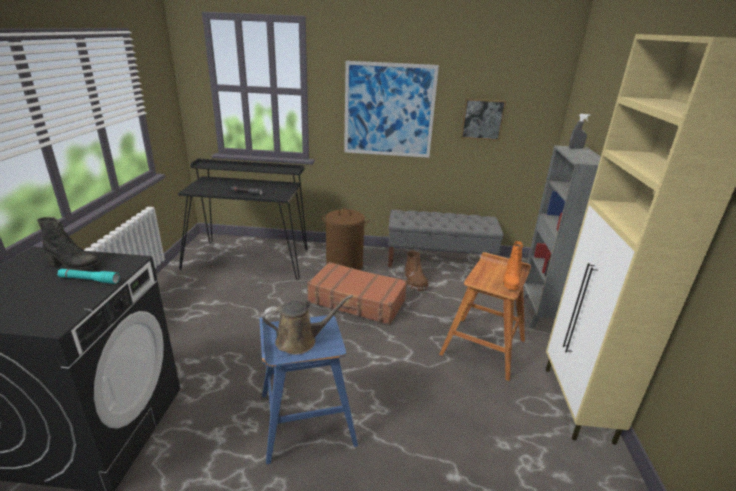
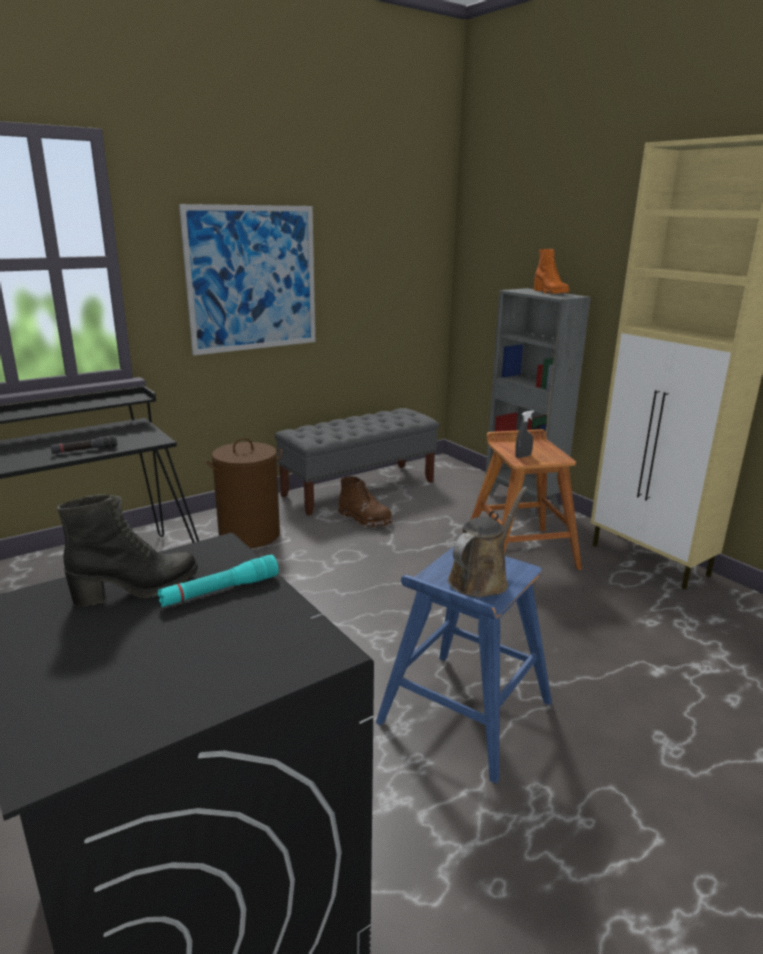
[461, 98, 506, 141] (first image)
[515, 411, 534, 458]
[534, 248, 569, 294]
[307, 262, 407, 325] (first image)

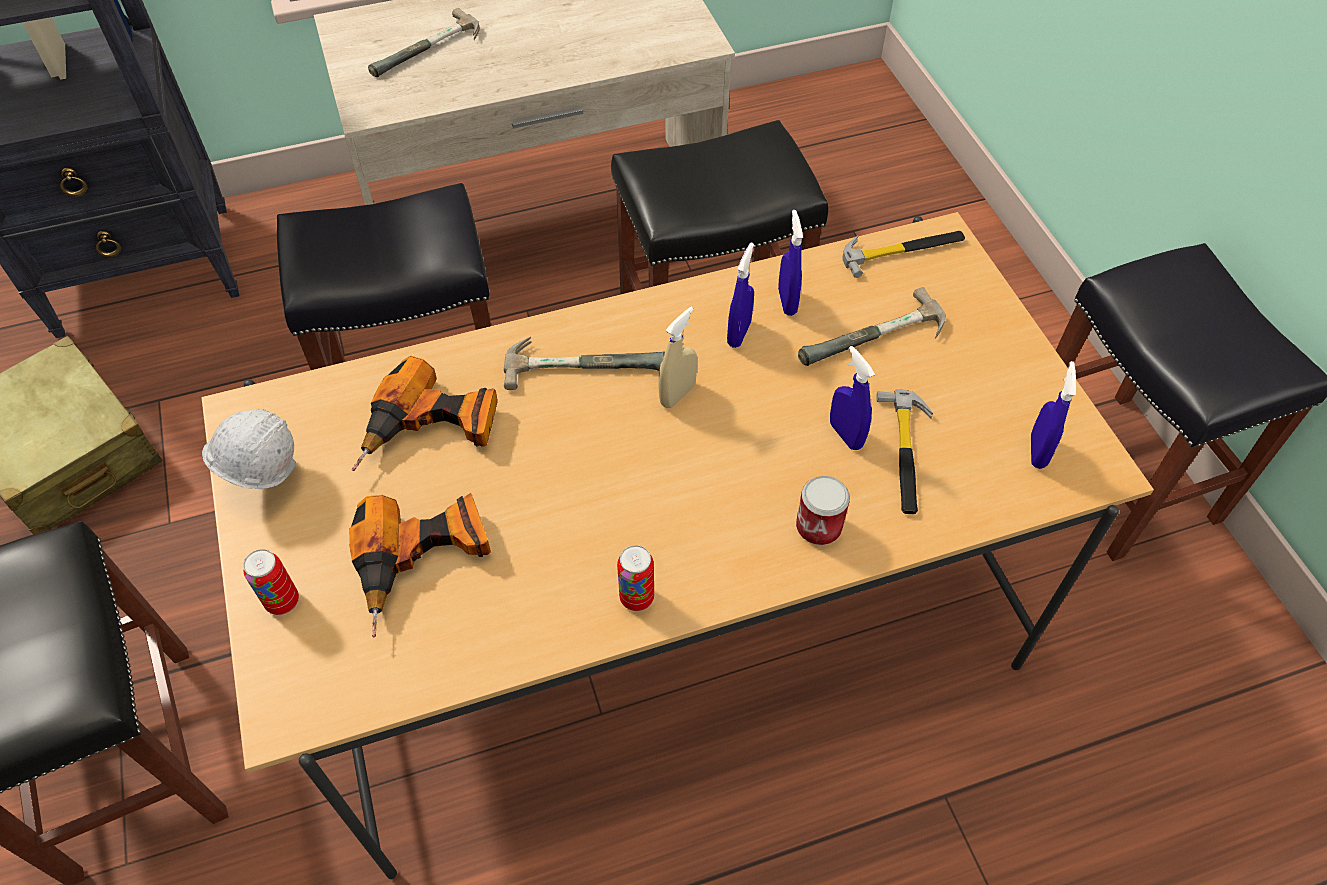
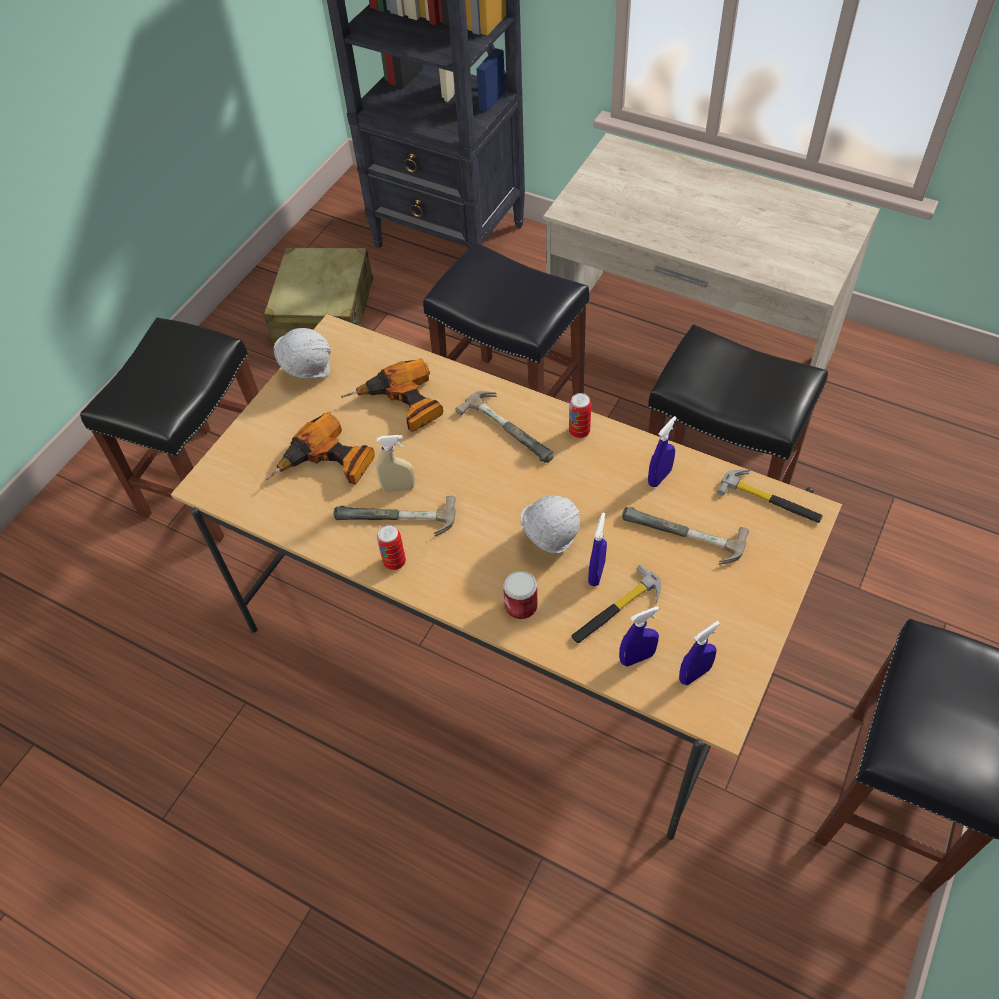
[333, 496, 456, 537]
[619, 606, 659, 667]
[376, 435, 415, 492]
[569, 393, 591, 438]
[520, 495, 580, 553]

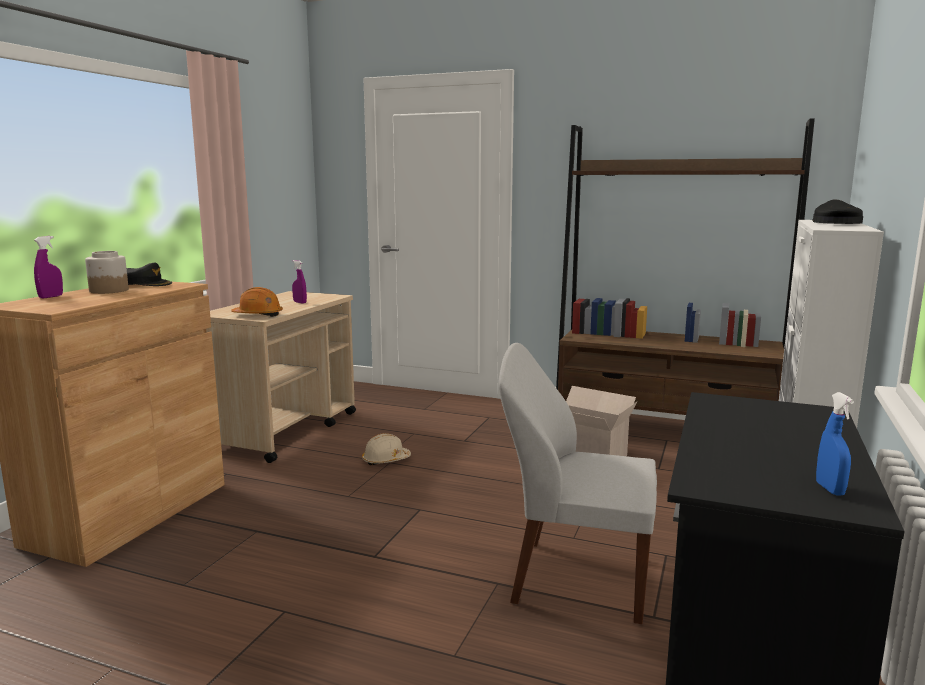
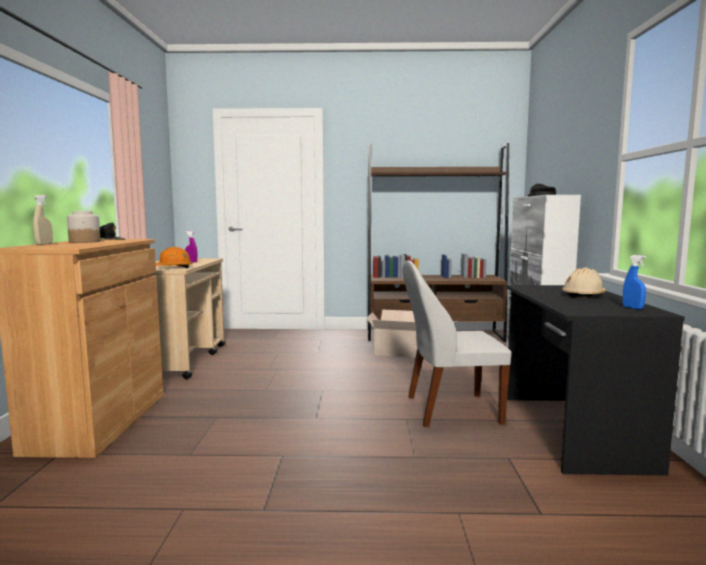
[33, 195, 53, 245]
[562, 267, 606, 298]

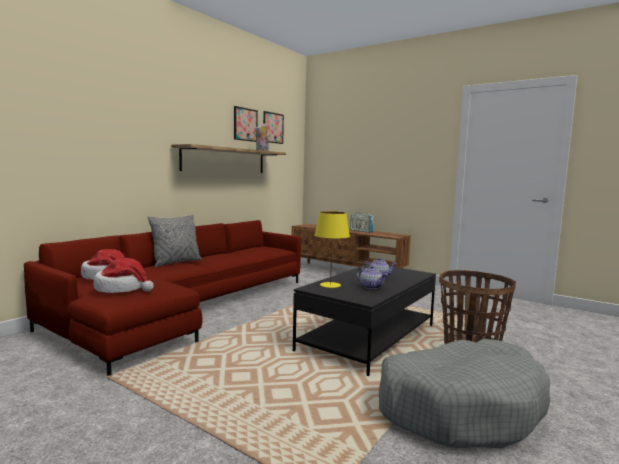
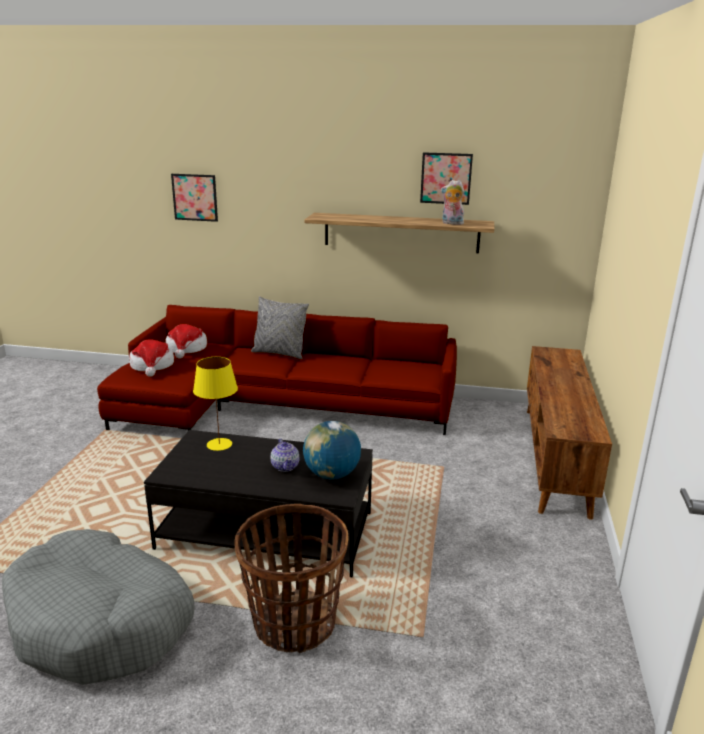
[171, 174, 218, 222]
[350, 212, 374, 233] (first image)
[357, 266, 388, 289] (first image)
[303, 421, 361, 480]

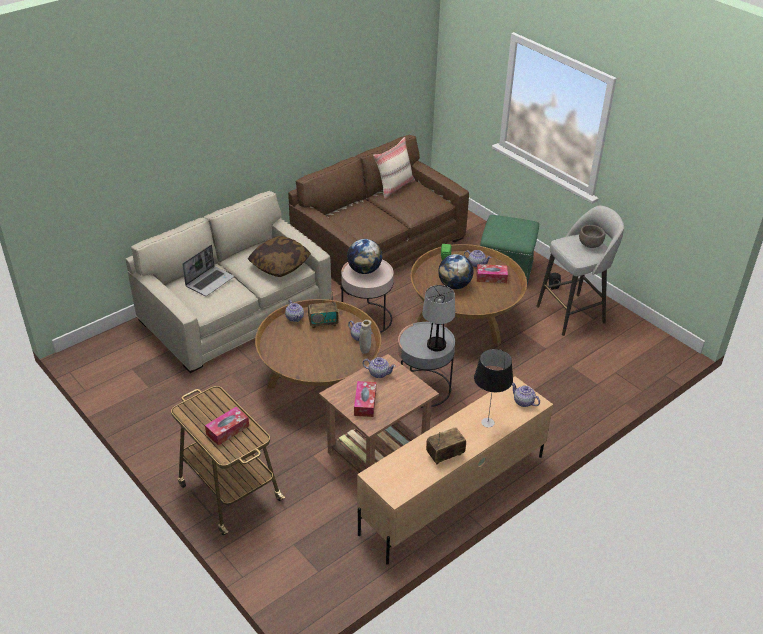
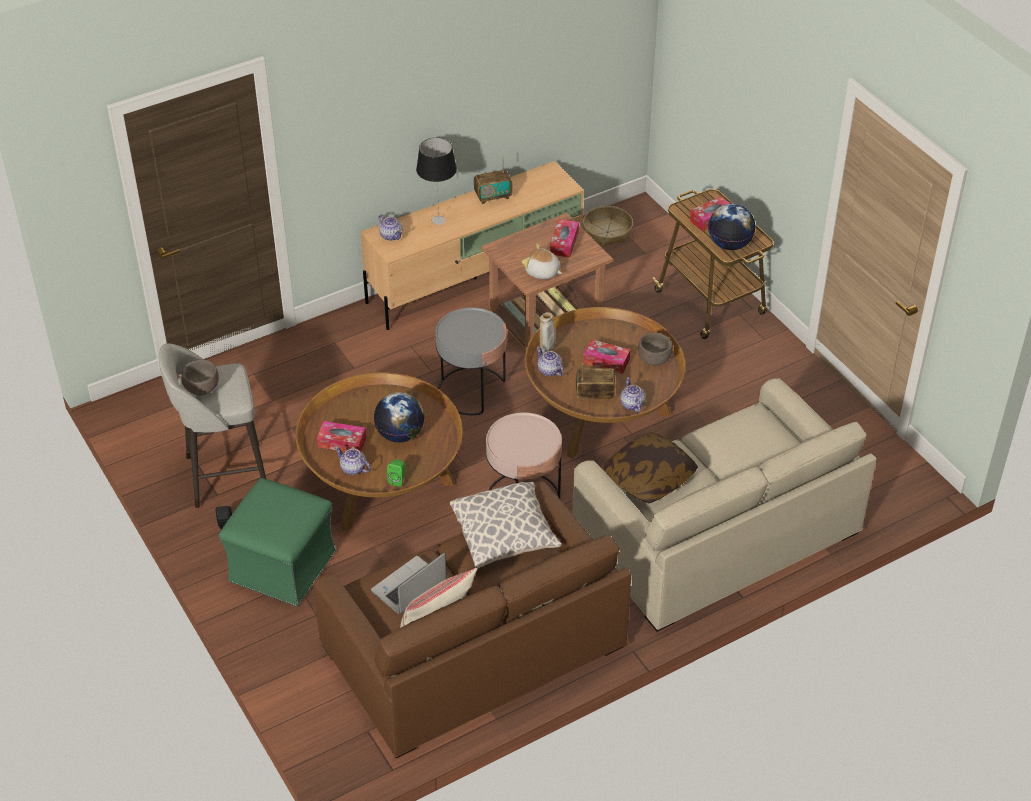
[708, 204, 755, 250]
[371, 552, 447, 614]
[422, 285, 455, 351] (first image)
[522, 244, 562, 279]
[583, 206, 633, 247]
[638, 332, 673, 365]
[583, 339, 630, 374]
[450, 482, 562, 569]

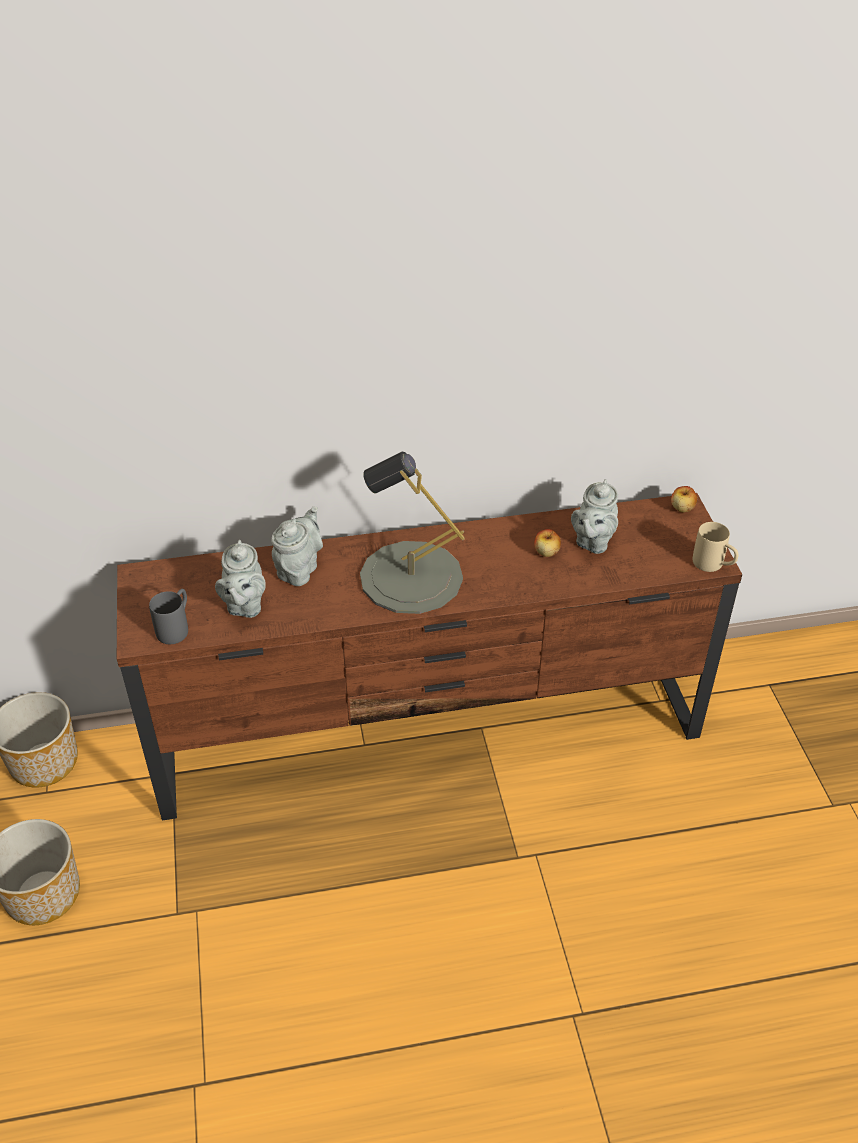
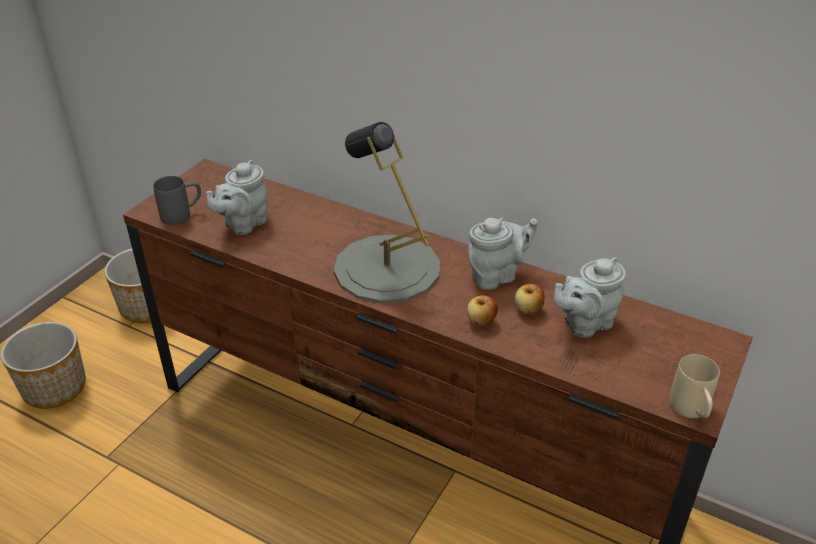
[467, 295, 498, 326]
[468, 218, 537, 290]

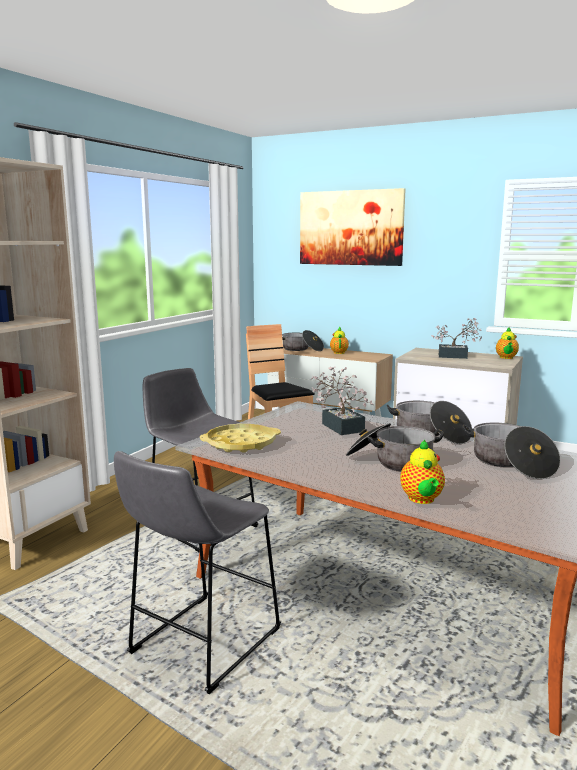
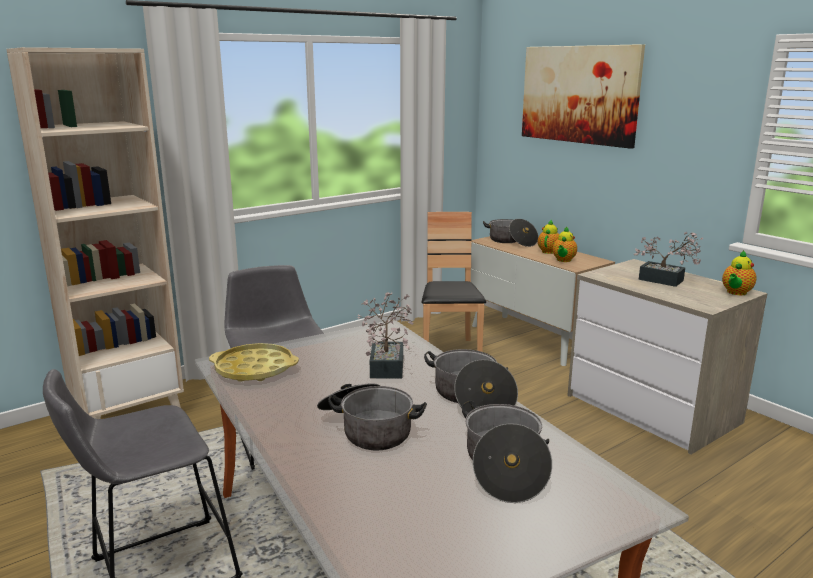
[553, 226, 577, 262]

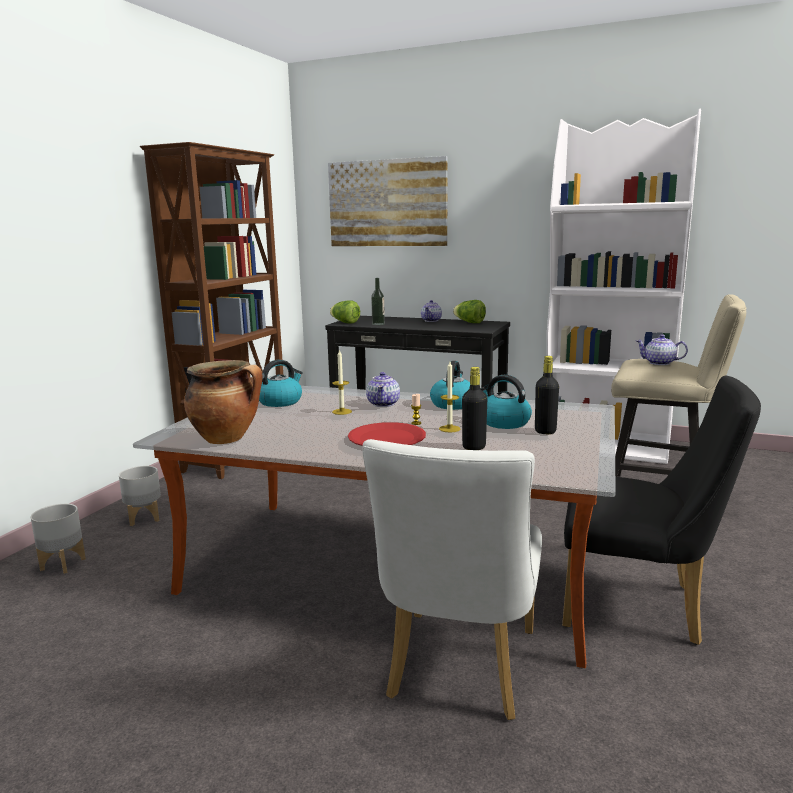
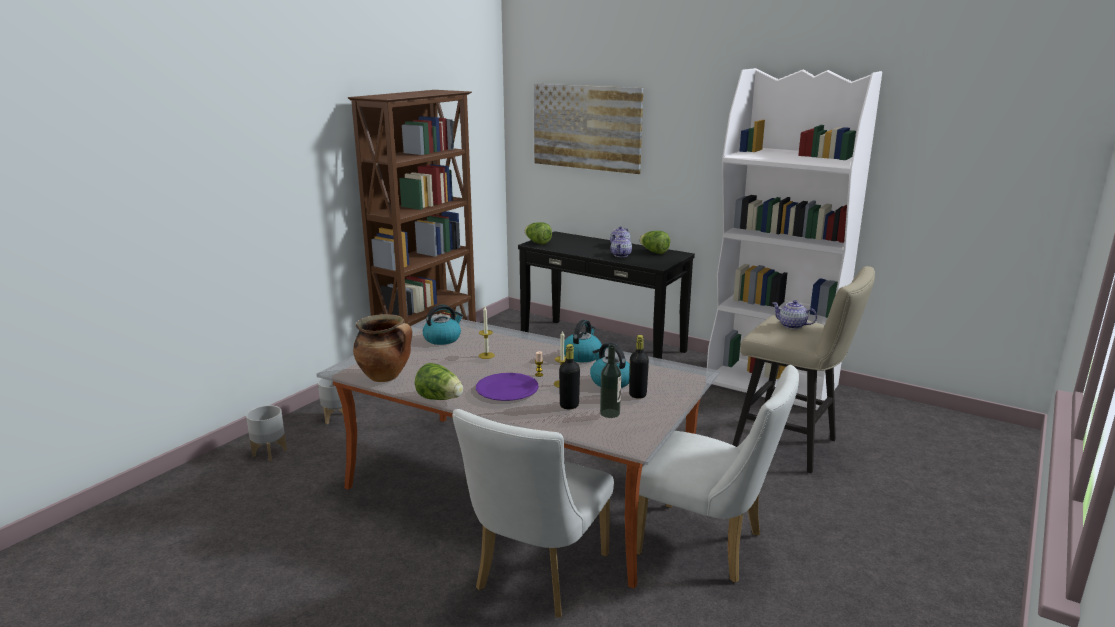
[600, 345, 621, 418]
[611, 235, 632, 257]
[637, 365, 799, 583]
[476, 373, 539, 401]
[415, 363, 463, 400]

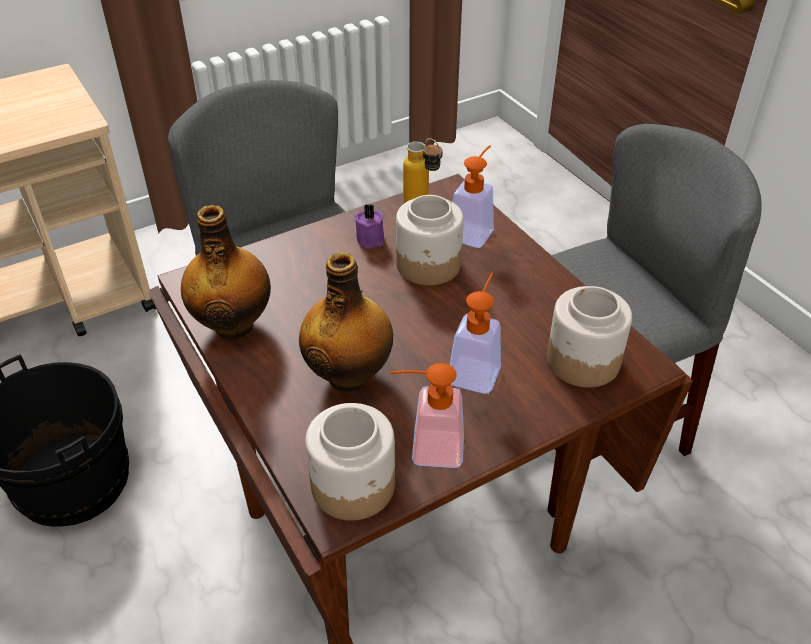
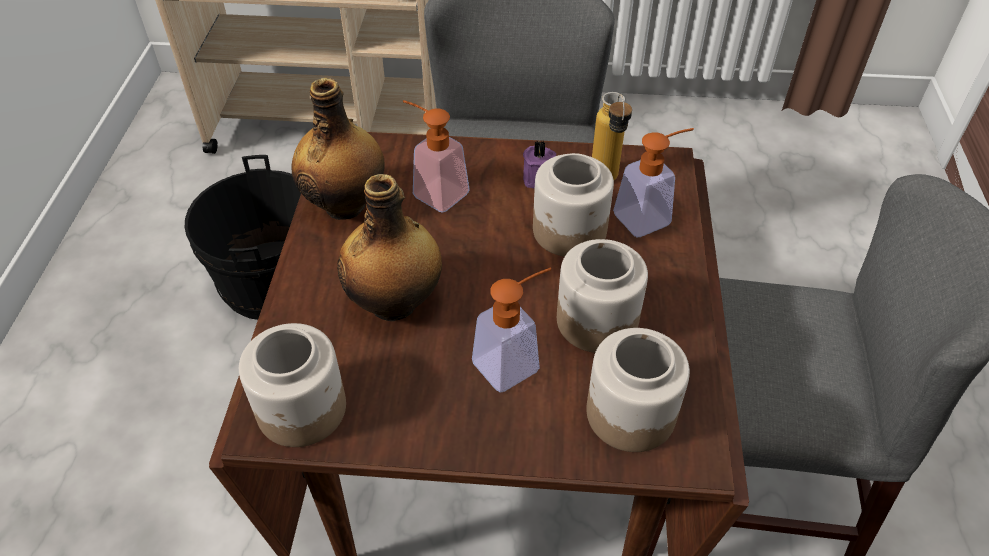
[403, 100, 470, 213]
[557, 239, 648, 353]

